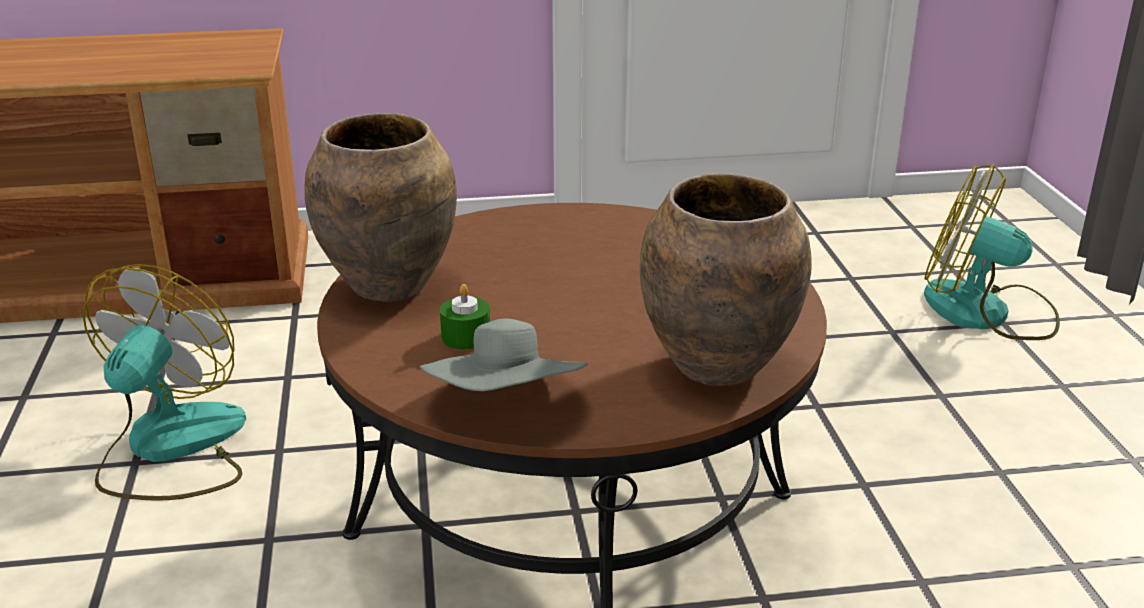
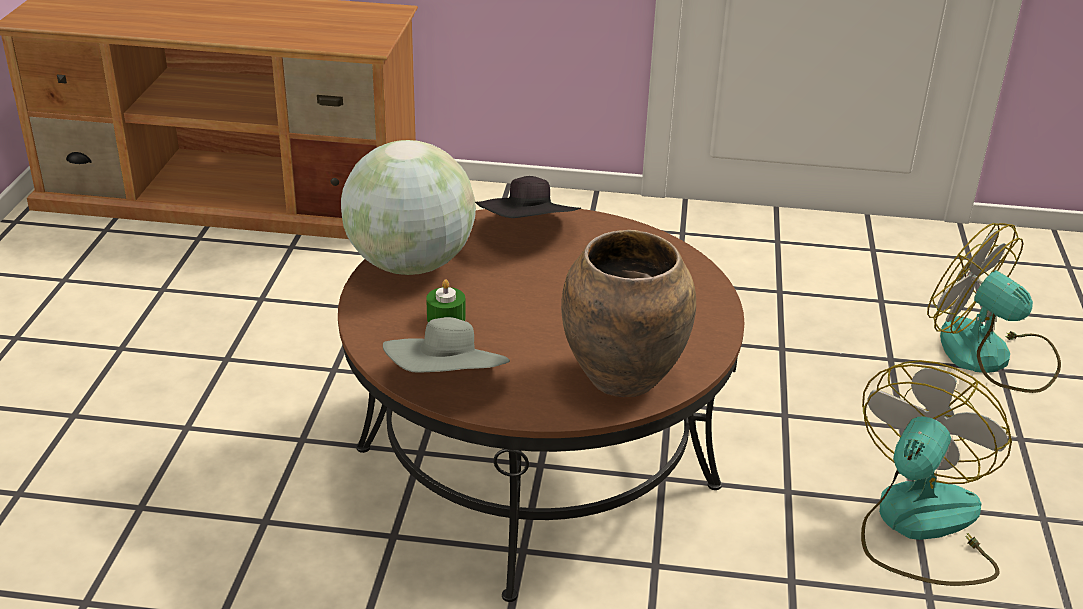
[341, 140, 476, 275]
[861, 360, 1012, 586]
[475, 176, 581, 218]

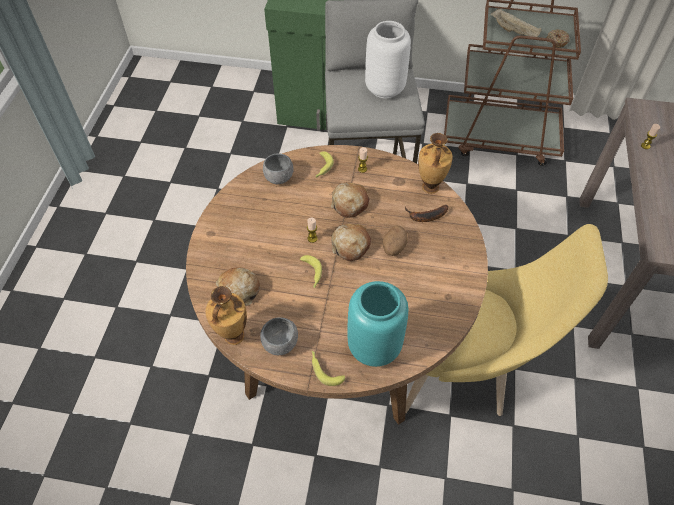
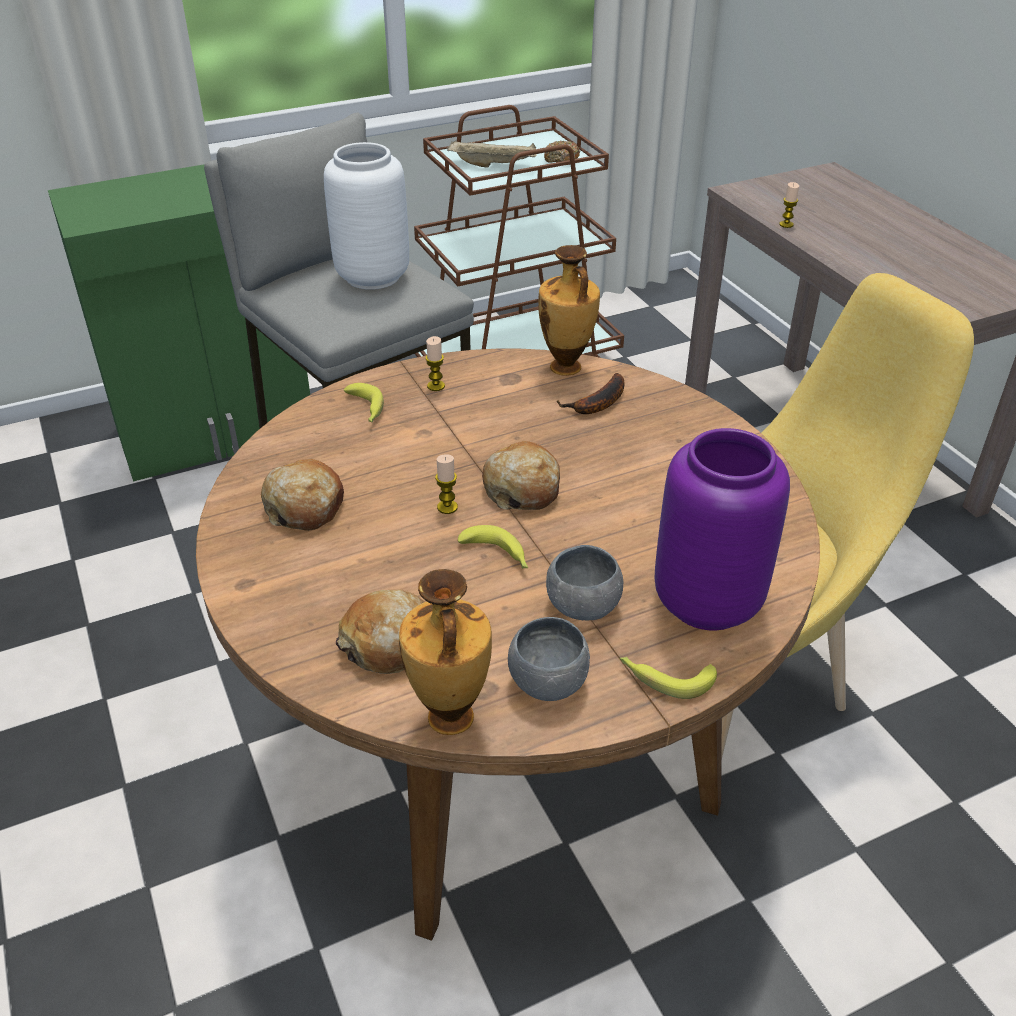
[546, 545, 623, 620]
[261, 459, 344, 531]
[382, 225, 408, 256] (first image)
[655, 428, 790, 630]

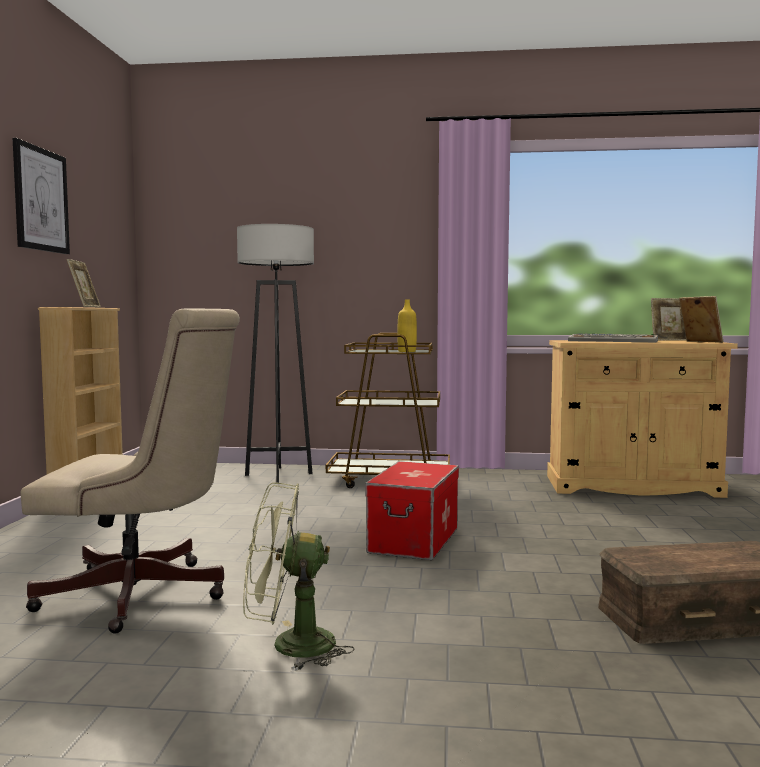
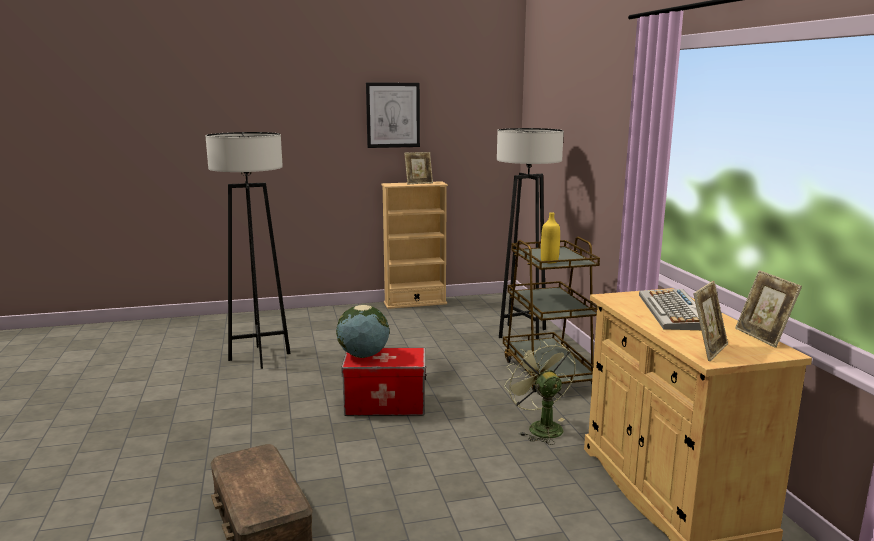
[205, 132, 290, 369]
[504, 339, 576, 445]
[336, 305, 390, 358]

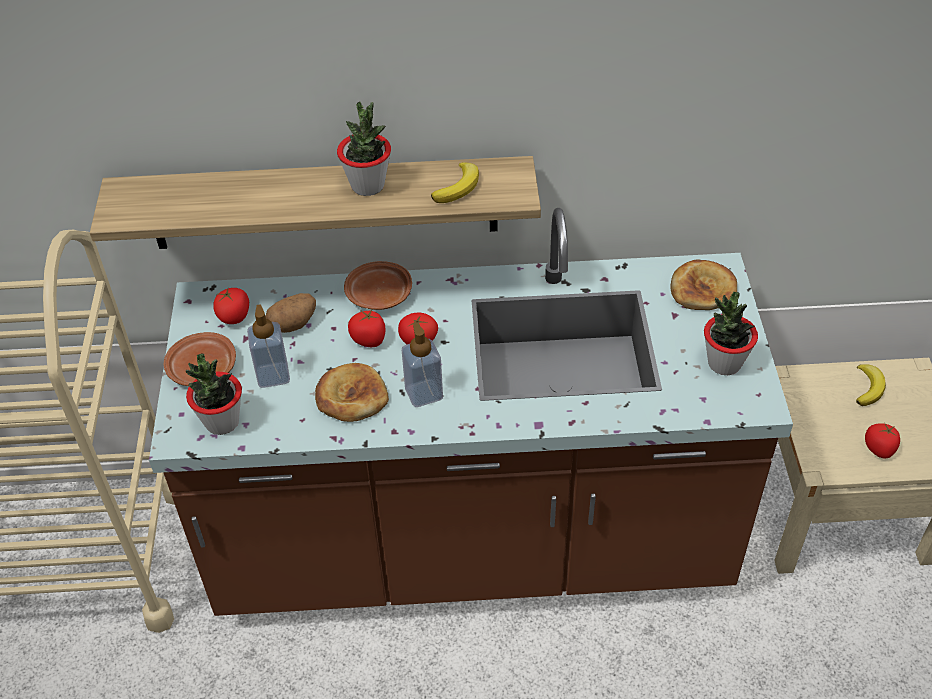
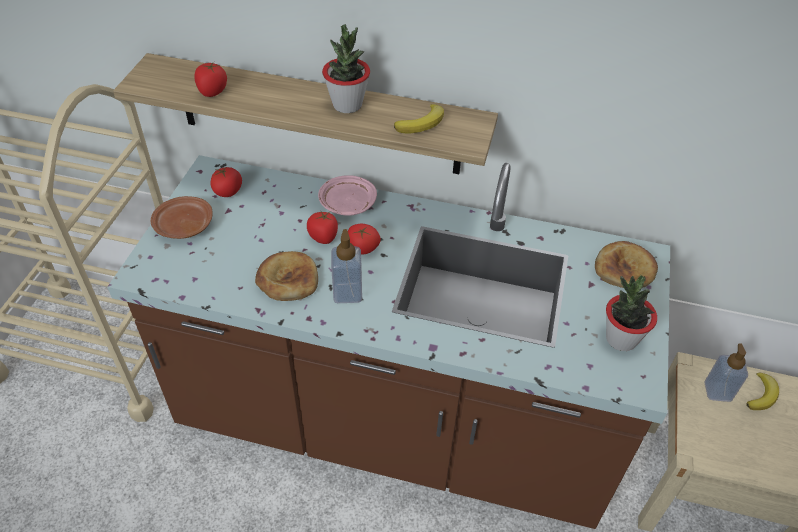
[318, 175, 377, 216]
[266, 293, 316, 333] (first image)
[704, 343, 748, 402]
[186, 353, 242, 435] (first image)
[194, 62, 227, 97]

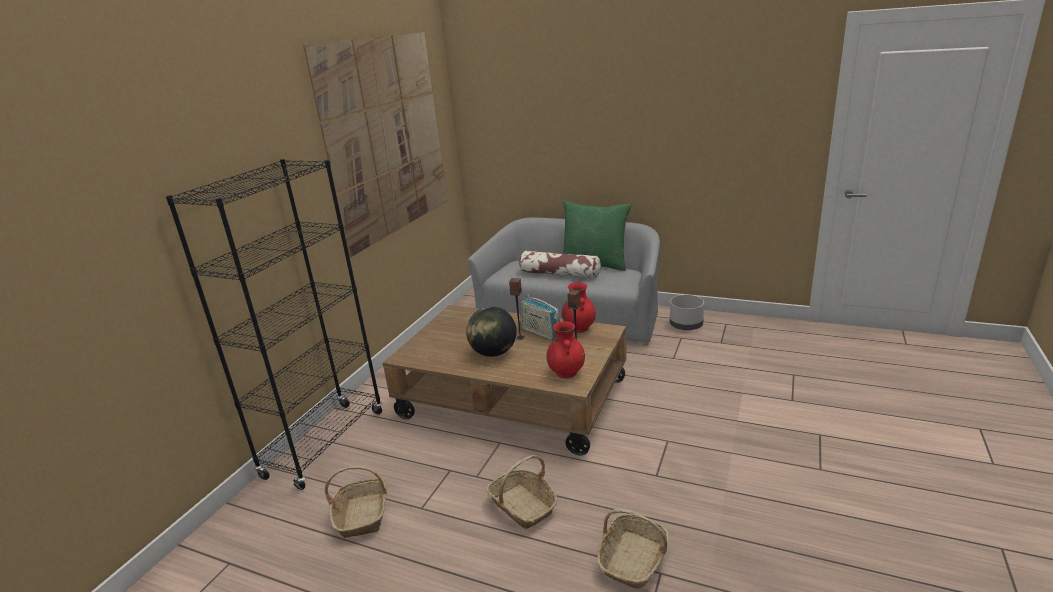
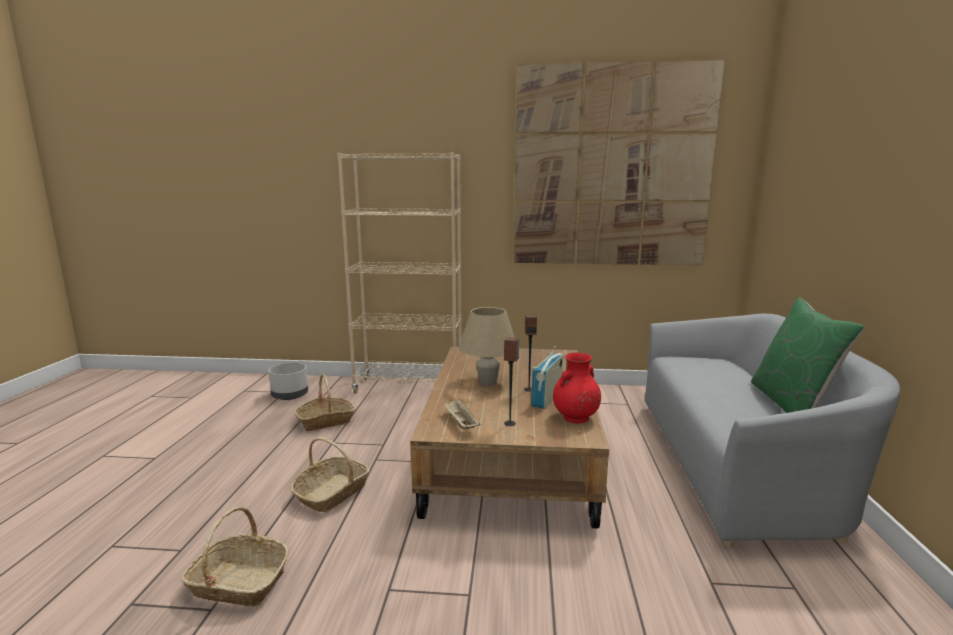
[337, 152, 462, 394]
[519, 251, 601, 278] (first image)
[268, 362, 308, 400]
[459, 307, 514, 386]
[443, 398, 481, 430]

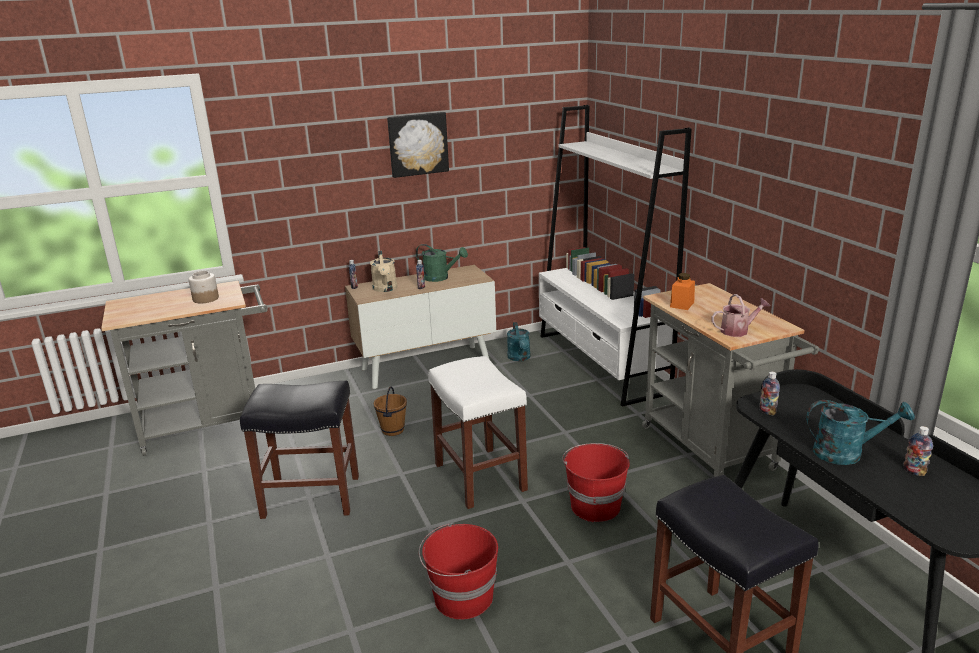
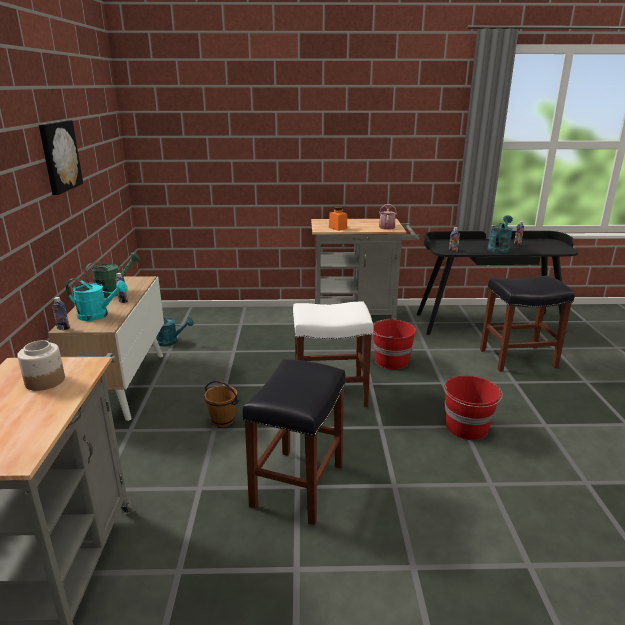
[539, 105, 692, 407] (first image)
[66, 278, 128, 321]

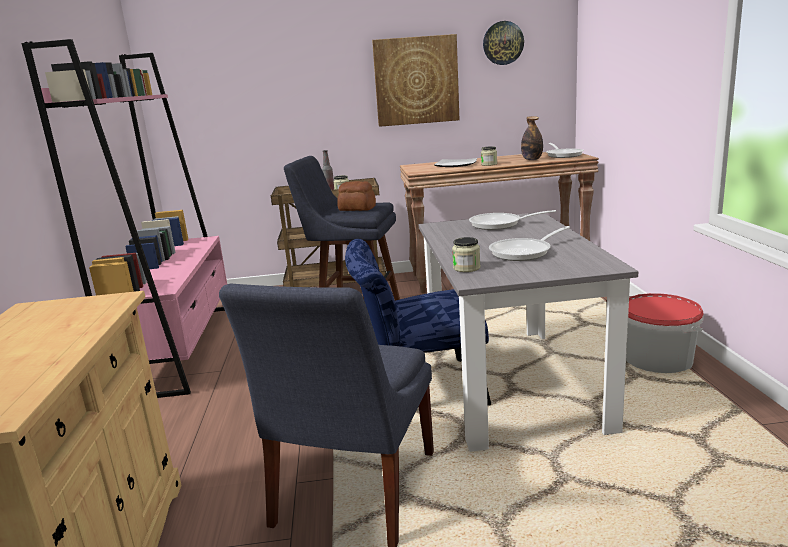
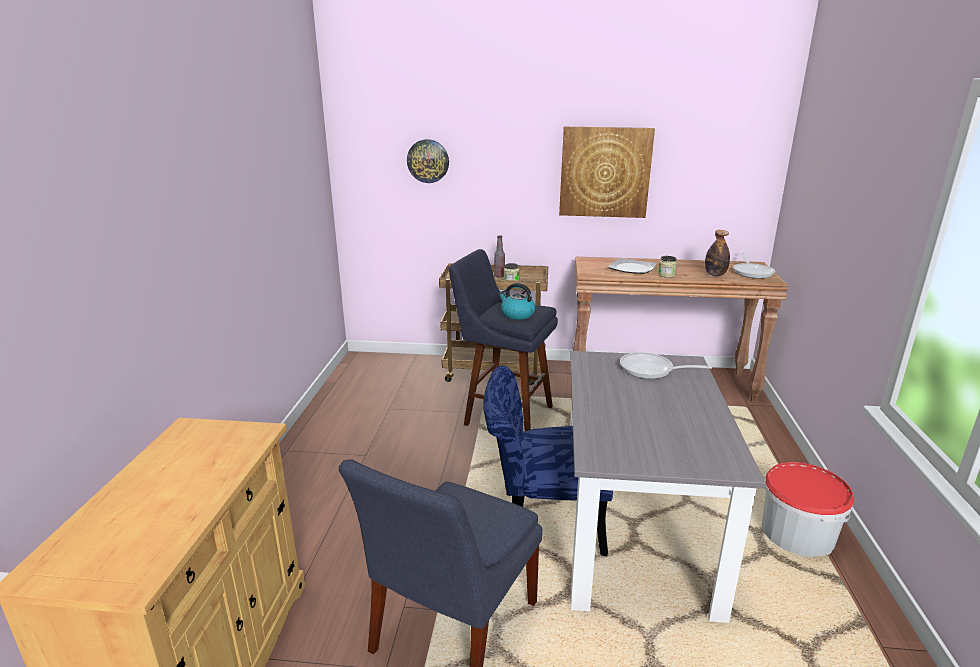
[407, 139, 449, 183]
[22, 39, 227, 398] (first image)
[498, 283, 536, 320]
[489, 226, 570, 261] (first image)
[452, 237, 480, 272] (first image)

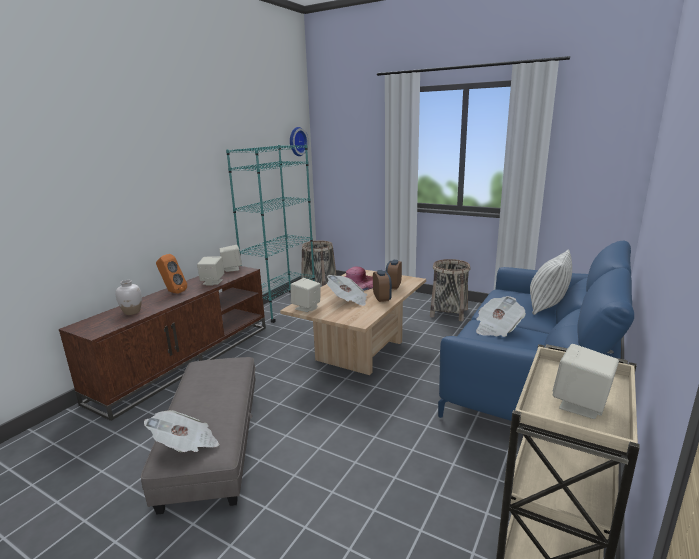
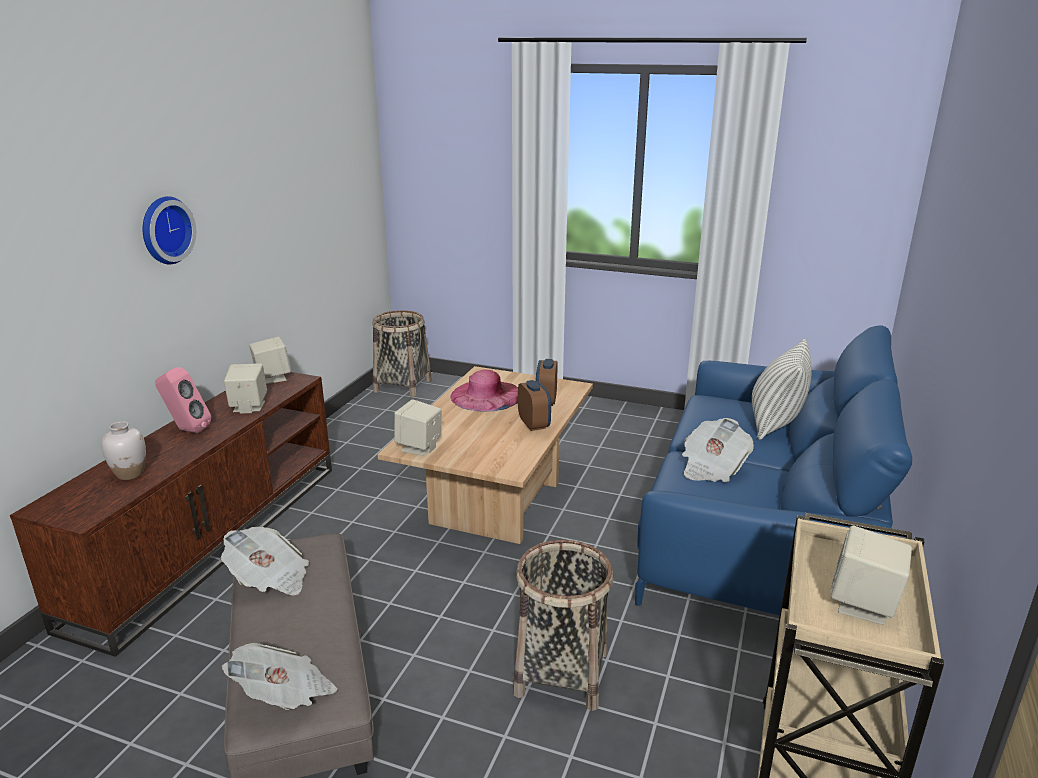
[143, 196, 196, 265]
[226, 145, 315, 323] (first image)
[155, 367, 211, 433]
[513, 540, 613, 711]
[221, 527, 309, 595]

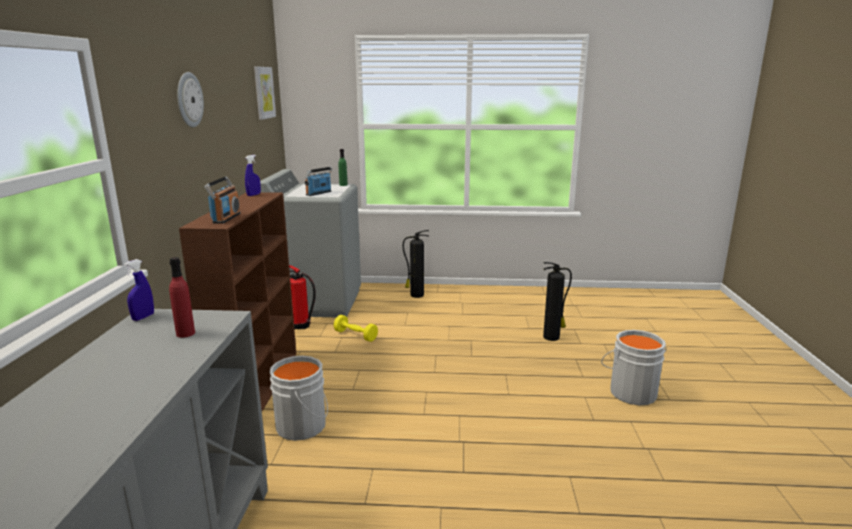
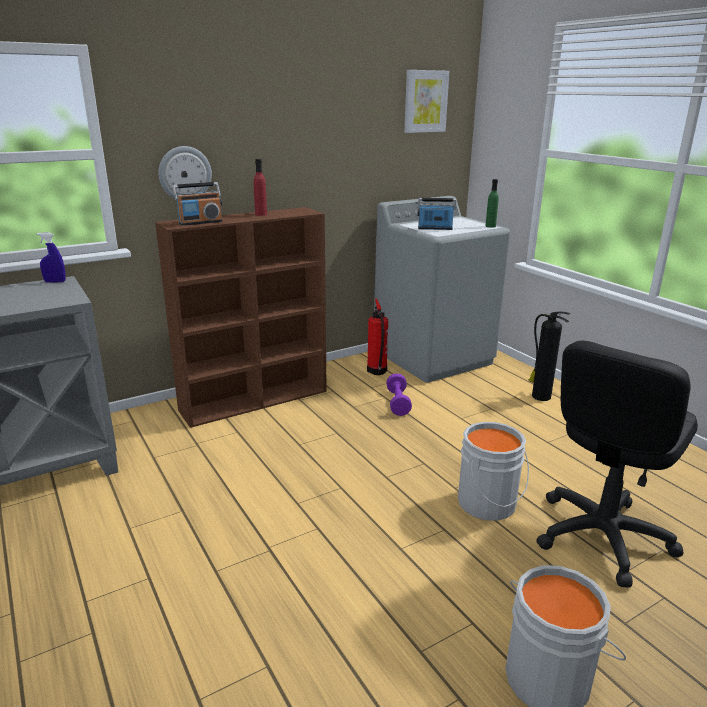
[158, 146, 212, 199]
[245, 155, 261, 196] (first image)
[254, 159, 267, 216]
[536, 341, 698, 588]
[386, 373, 412, 416]
[458, 422, 529, 521]

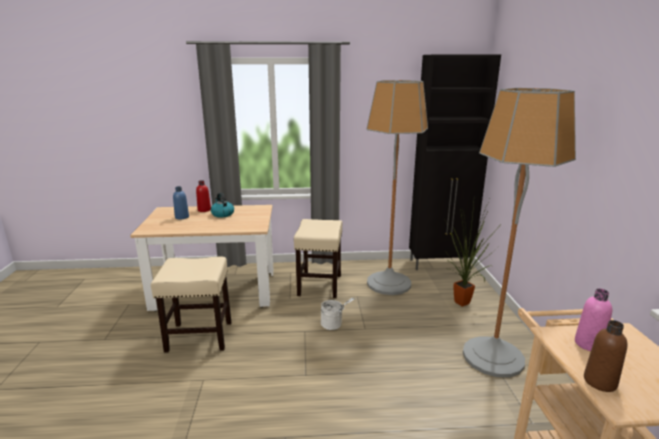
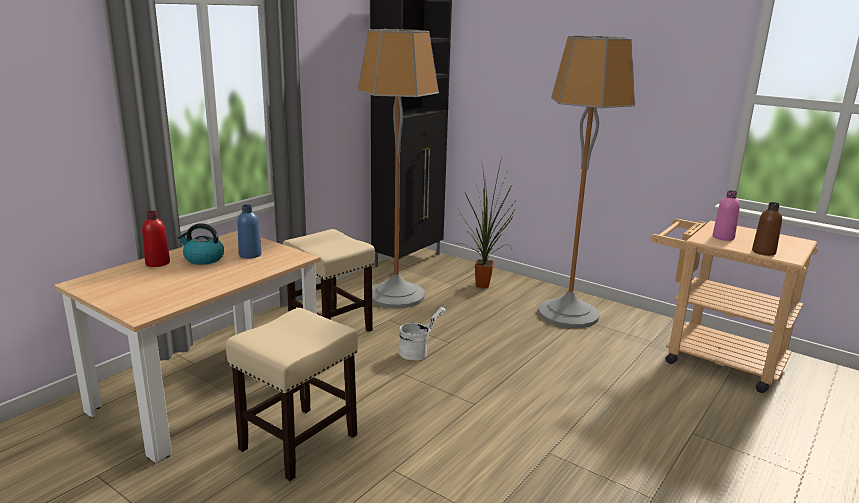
[237, 204, 262, 258]

